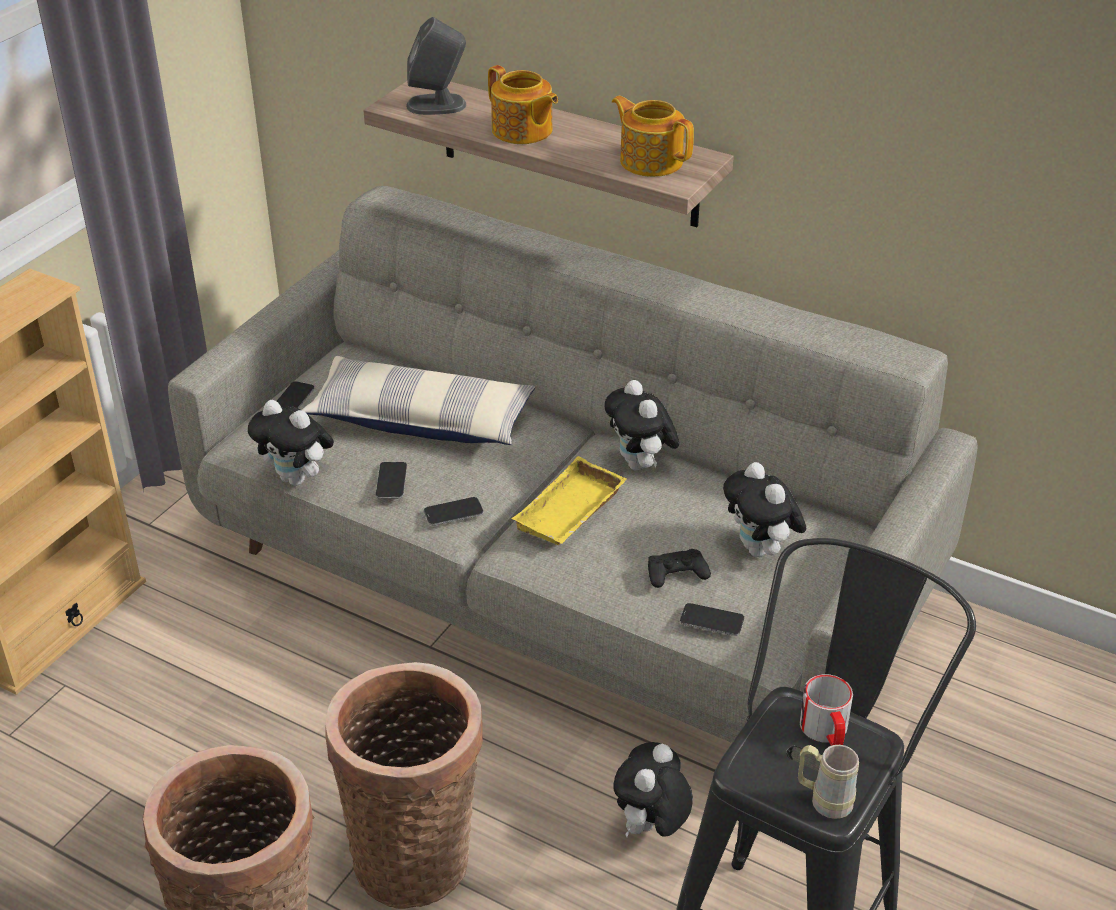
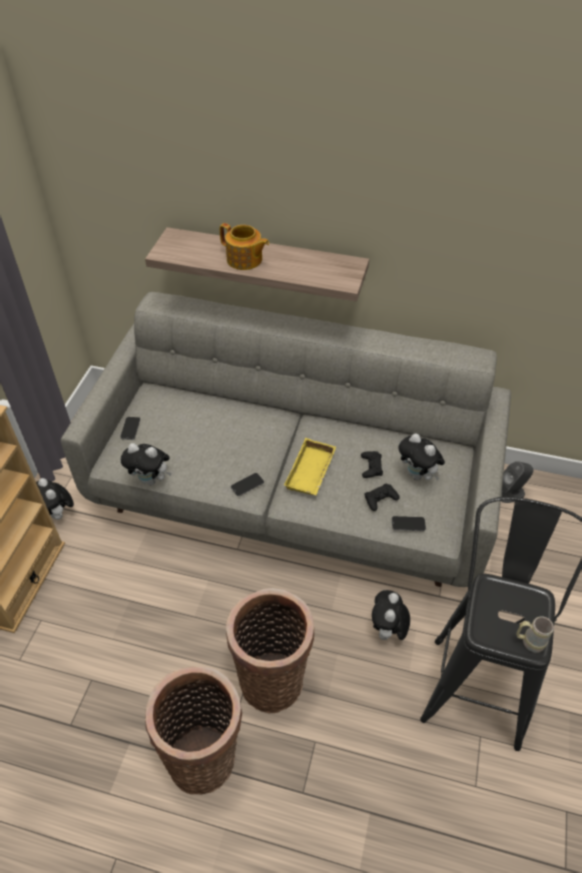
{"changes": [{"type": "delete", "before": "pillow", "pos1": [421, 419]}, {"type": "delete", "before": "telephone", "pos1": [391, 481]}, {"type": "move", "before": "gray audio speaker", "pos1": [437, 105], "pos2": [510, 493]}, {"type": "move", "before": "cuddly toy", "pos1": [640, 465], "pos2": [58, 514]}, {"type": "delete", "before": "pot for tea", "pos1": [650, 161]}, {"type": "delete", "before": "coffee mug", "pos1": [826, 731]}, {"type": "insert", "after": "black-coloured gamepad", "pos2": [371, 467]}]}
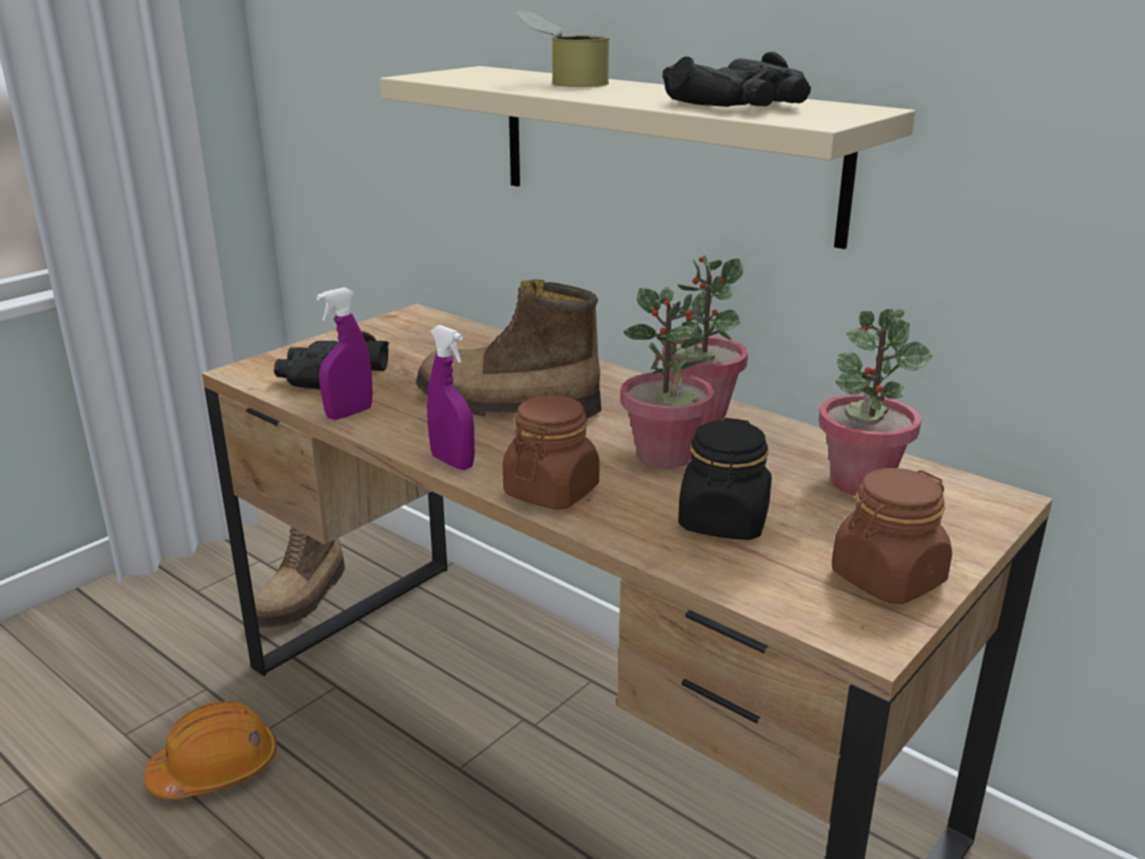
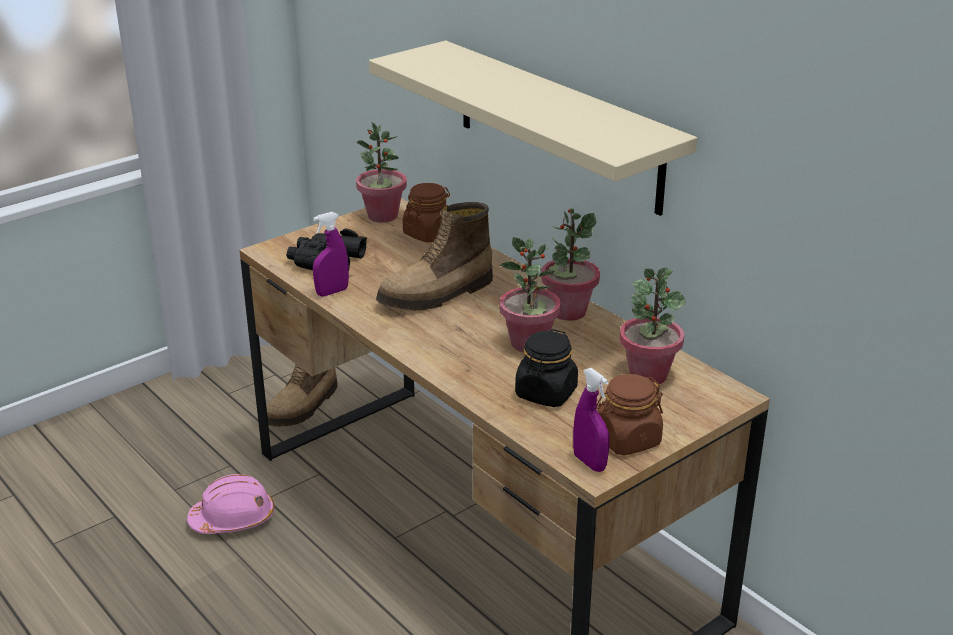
{"changes": [{"type": "recolor", "before": "orange work helmet", "after": "pinkish work helmet", "pos1": [216, 769], "pos2": [233, 519]}, {"type": "rotate", "before": "boot", "pos1": [506, 406], "pos2": [437, 295], "turn": -60}, {"type": "move", "before": "purple-coloured hand sprayer", "pos1": [452, 462], "pos2": [589, 462]}, {"type": "move", "before": "brownish jar", "pos1": [551, 491], "pos2": [428, 234]}, {"type": "delete", "before": "sealed can", "pos1": [563, 83]}, {"type": "delete", "before": "black-coloured field glasses", "pos1": [742, 105]}, {"type": "insert", "after": "houseplant", "pos2": [382, 216]}]}
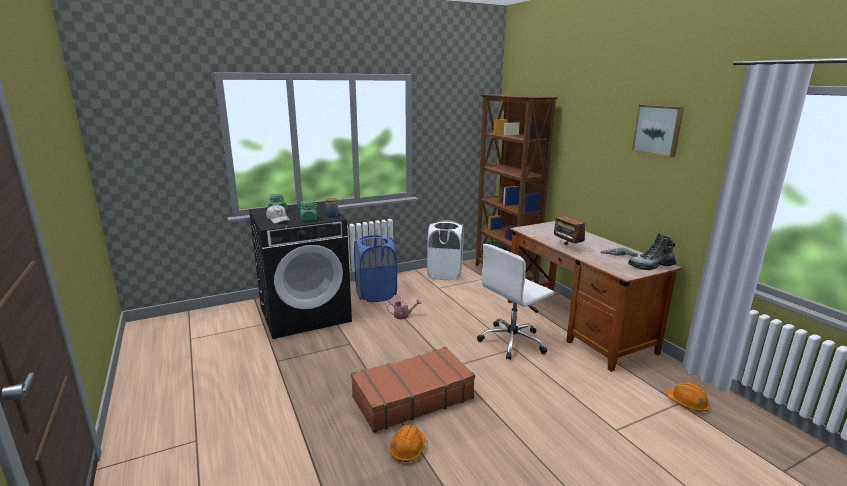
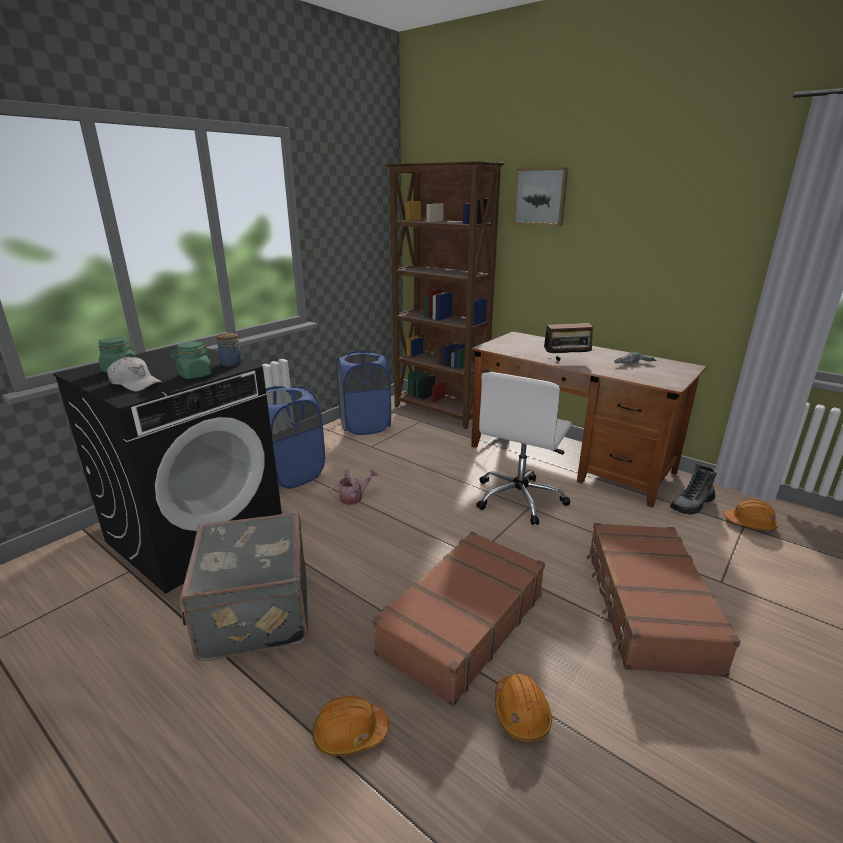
{"changes": [{"type": "recolor", "before": "white-coloured hamper", "after": "blue hamper", "pos1": [445, 274], "pos2": [365, 425]}, {"type": "rotate", "before": "radio", "pos1": [567, 247], "pos2": [566, 362], "turn": -45}, {"type": "move", "before": "boot", "pos1": [651, 266], "pos2": [692, 504]}, {"type": "move", "before": "picture", "pos1": [658, 130], "pos2": [541, 196]}, {"type": "insert", "after": "gray piece of luggage", "pos2": [253, 613]}, {"type": "insert", "after": "orange work helmet", "pos2": [349, 733]}, {"type": "insert", "after": "brownish piece of luggage", "pos2": [647, 607]}]}
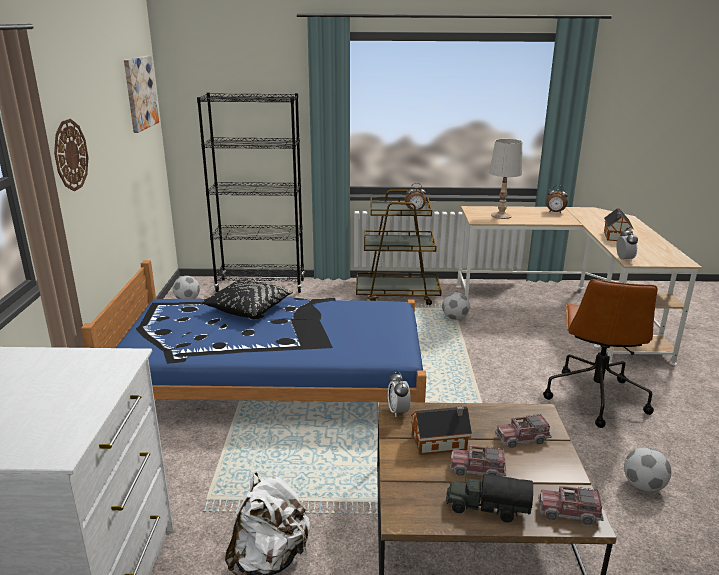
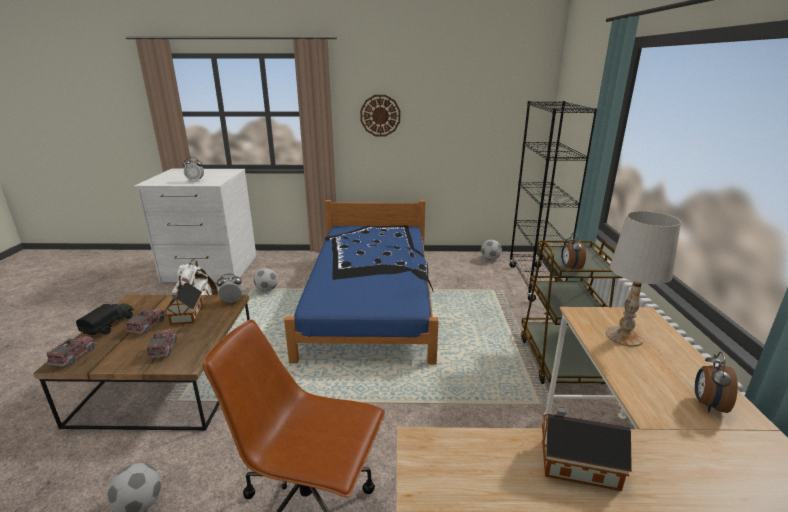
{"changes": [{"type": "delete", "before": "picture", "pos1": [139, 93]}, {"type": "delete", "before": "black-coloured pillow", "pos1": [249, 308]}, {"type": "move", "before": "football", "pos1": [455, 318], "pos2": [267, 290]}, {"type": "move", "before": "table clock", "pos1": [624, 259], "pos2": [195, 181]}]}
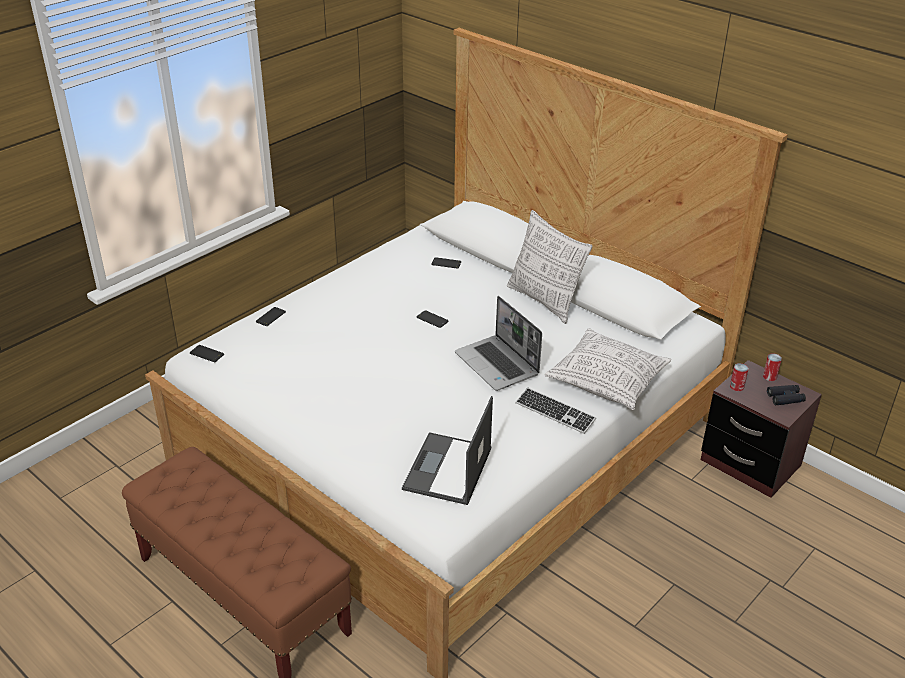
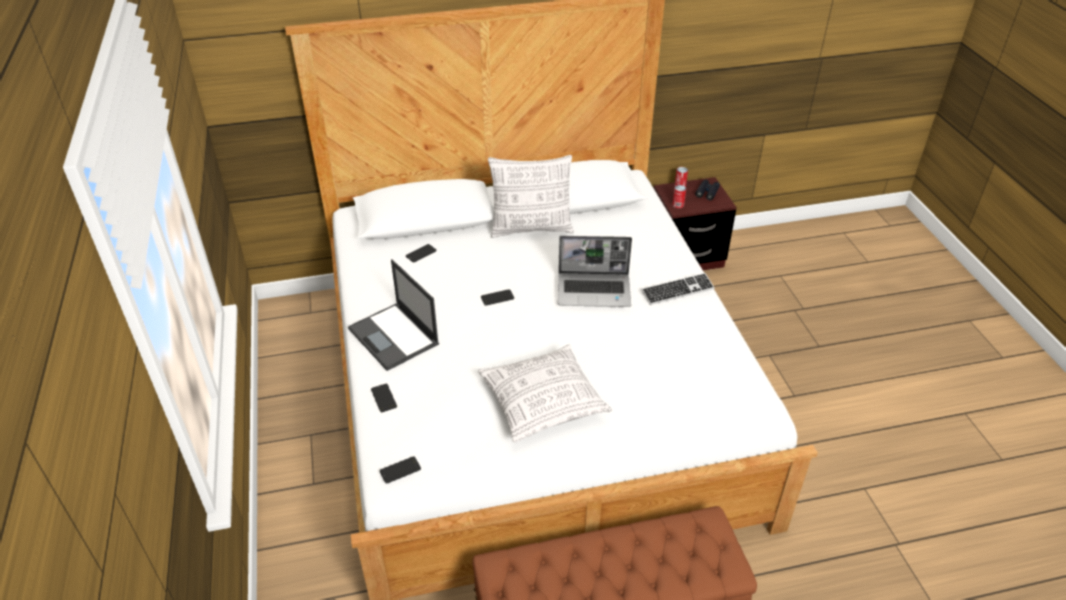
{"changes": [{"type": "move", "before": "notebook computer", "pos1": [447, 470], "pos2": [394, 337]}, {"type": "move", "before": "pillow", "pos1": [607, 381], "pos2": [543, 403]}]}
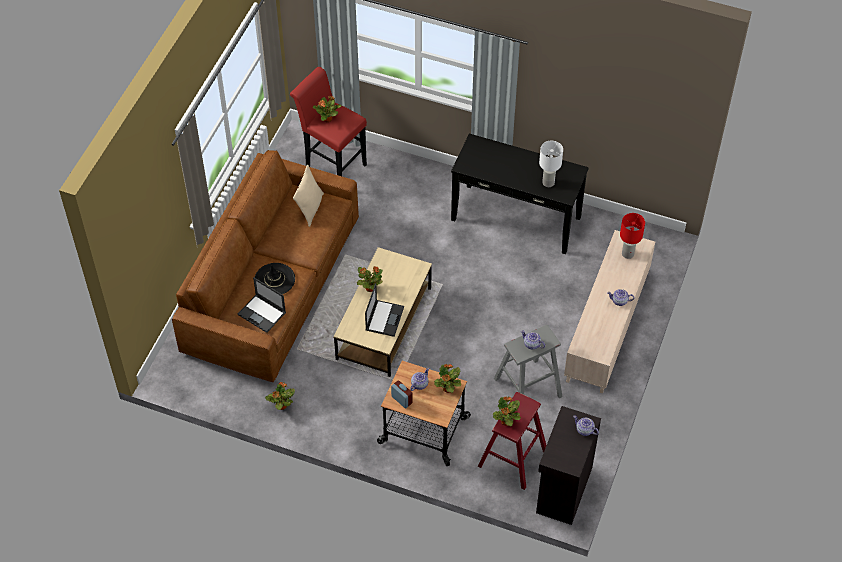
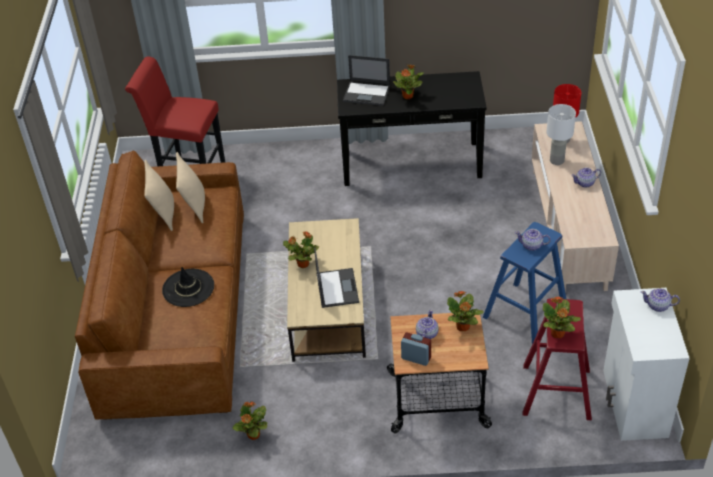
{"changes": [{"type": "move", "before": "notebook computer", "pos1": [262, 314], "pos2": [367, 93]}, {"type": "move", "before": "houseplant", "pos1": [327, 119], "pos2": [408, 96]}, {"type": "recolor", "before": "gray stool seat", "after": "blue stool seat", "pos1": [527, 387], "pos2": [525, 313]}, {"type": "recolor", "before": "black-coloured cabinet", "after": "white-coloured cabinet", "pos1": [563, 490], "pos2": [633, 404]}, {"type": "move", "before": "white-coloured tabletop lamp", "pos1": [548, 182], "pos2": [557, 160]}, {"type": "insert", "after": "sand-coloured pillow", "pos2": [164, 213]}]}
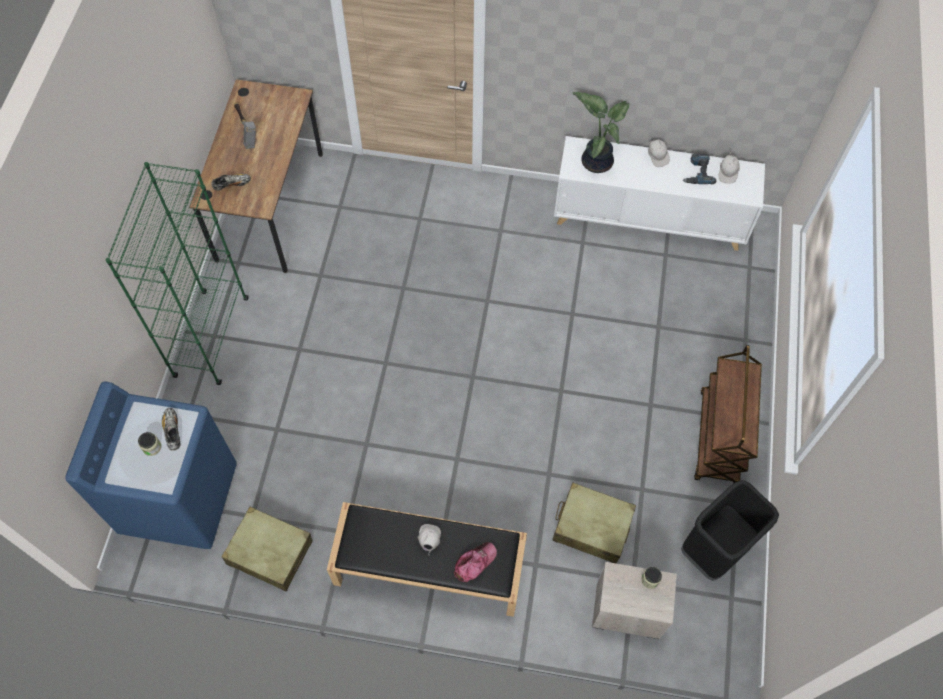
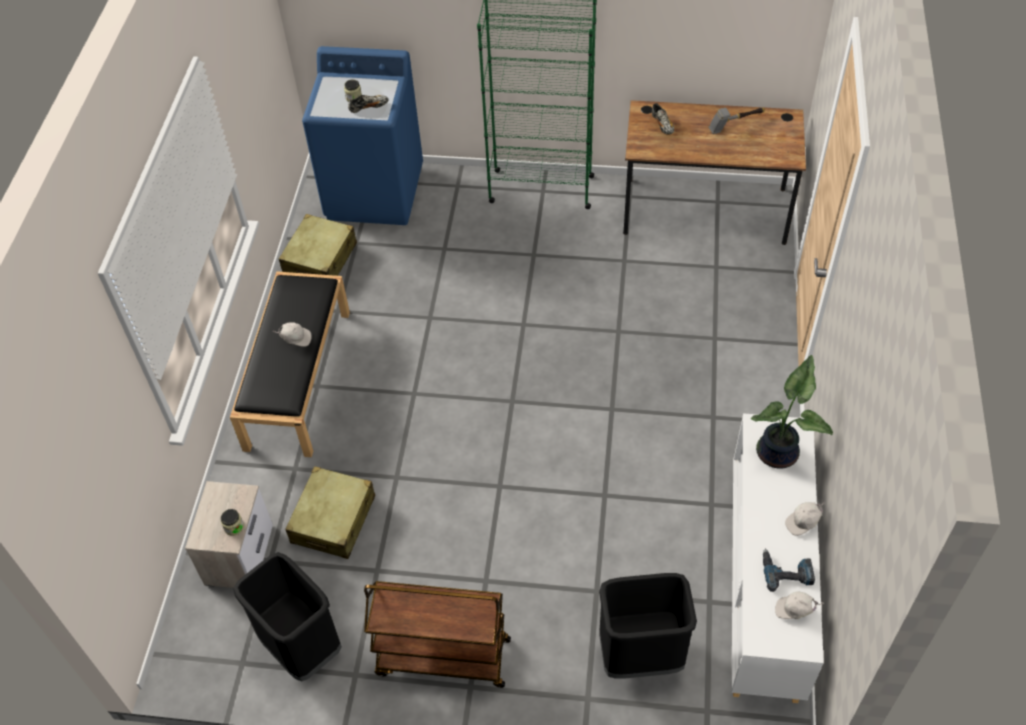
{"changes": [{"type": "delete", "before": "cap", "pos1": [474, 563]}, {"type": "insert", "after": "black-coloured rubbish bin", "pos2": [640, 656]}]}
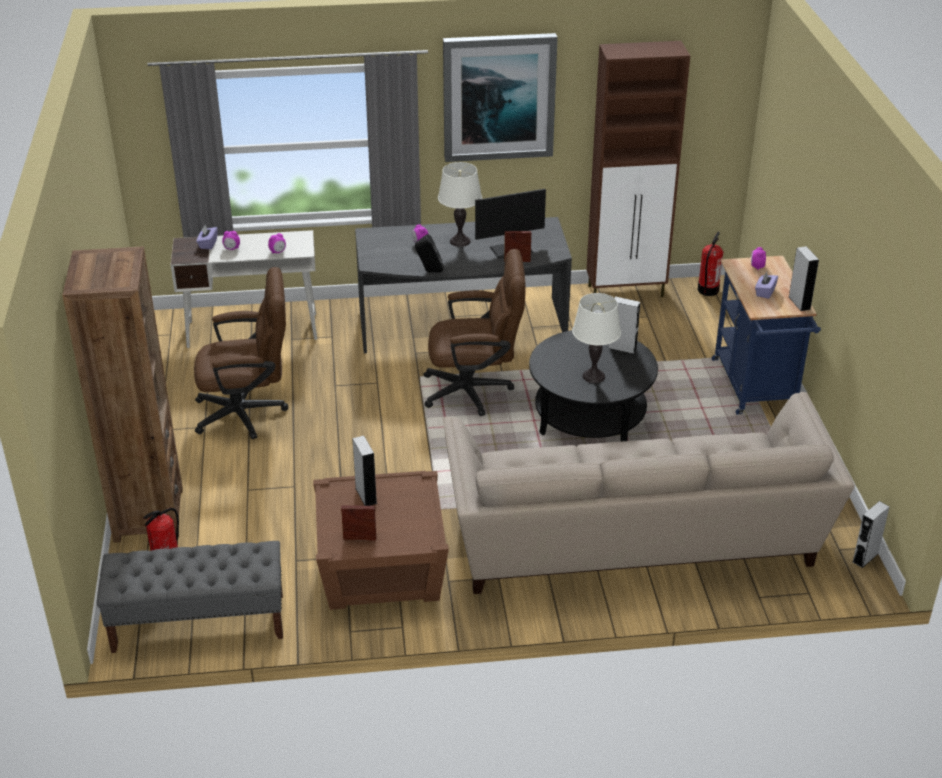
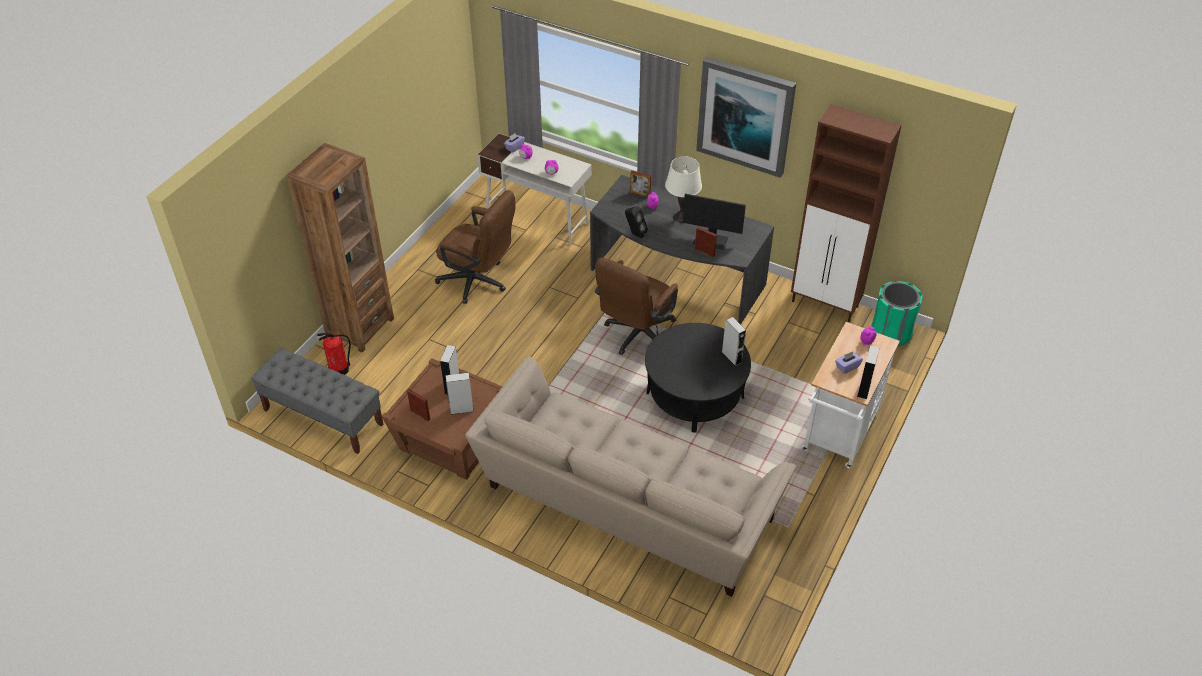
{"changes": [{"type": "rotate", "before": "brownish computer chair", "pos1": [475, 390], "pos2": [636, 336], "turn": 90}, {"type": "delete", "before": "white-coloured tabletop lamp", "pos1": [593, 376]}, {"type": "replace", "before": "extinguisher", "after": "greenish rubbish bin", "pos1": [707, 290], "pos2": [890, 332]}, {"type": "recolor", "before": "blue cart", "after": "white-coloured cart", "pos1": [755, 389], "pos2": [838, 435]}, {"type": "move", "before": "gray audio speaker", "pos1": [865, 557], "pos2": [461, 409]}, {"type": "insert", "after": "photo frame", "pos2": [640, 194]}]}
